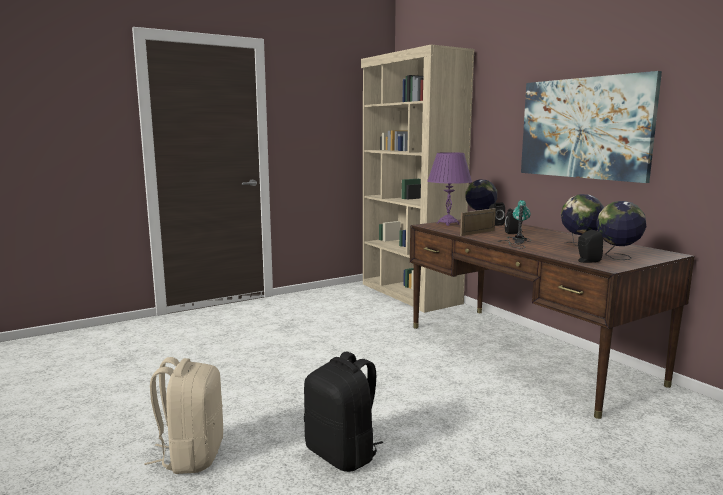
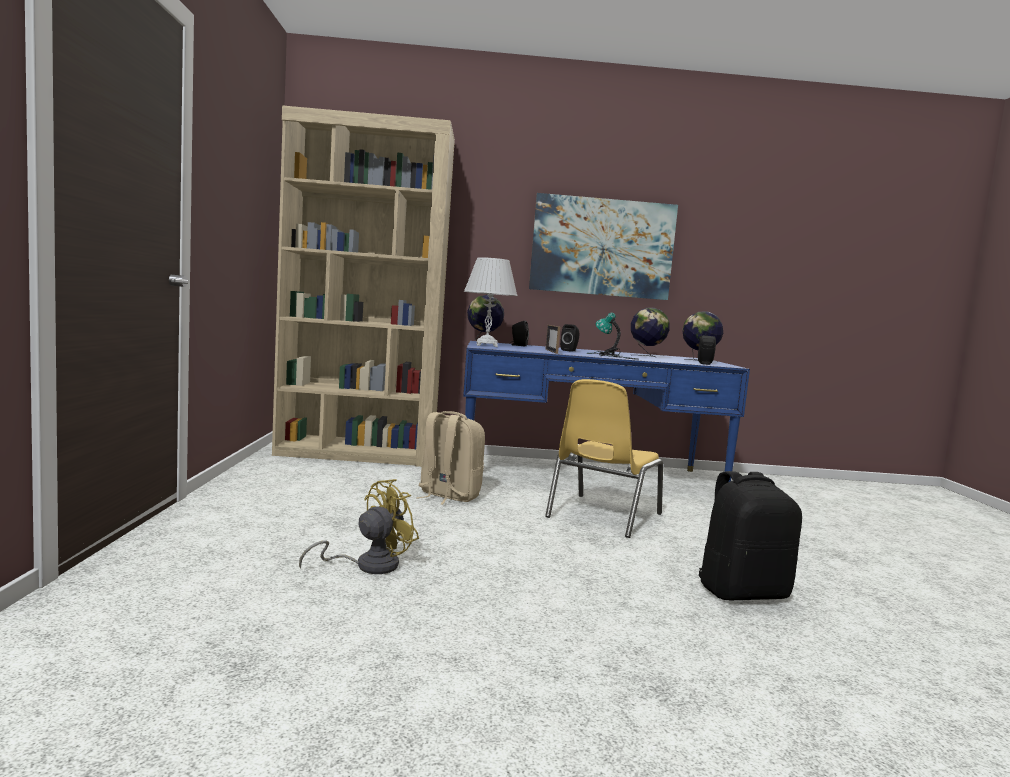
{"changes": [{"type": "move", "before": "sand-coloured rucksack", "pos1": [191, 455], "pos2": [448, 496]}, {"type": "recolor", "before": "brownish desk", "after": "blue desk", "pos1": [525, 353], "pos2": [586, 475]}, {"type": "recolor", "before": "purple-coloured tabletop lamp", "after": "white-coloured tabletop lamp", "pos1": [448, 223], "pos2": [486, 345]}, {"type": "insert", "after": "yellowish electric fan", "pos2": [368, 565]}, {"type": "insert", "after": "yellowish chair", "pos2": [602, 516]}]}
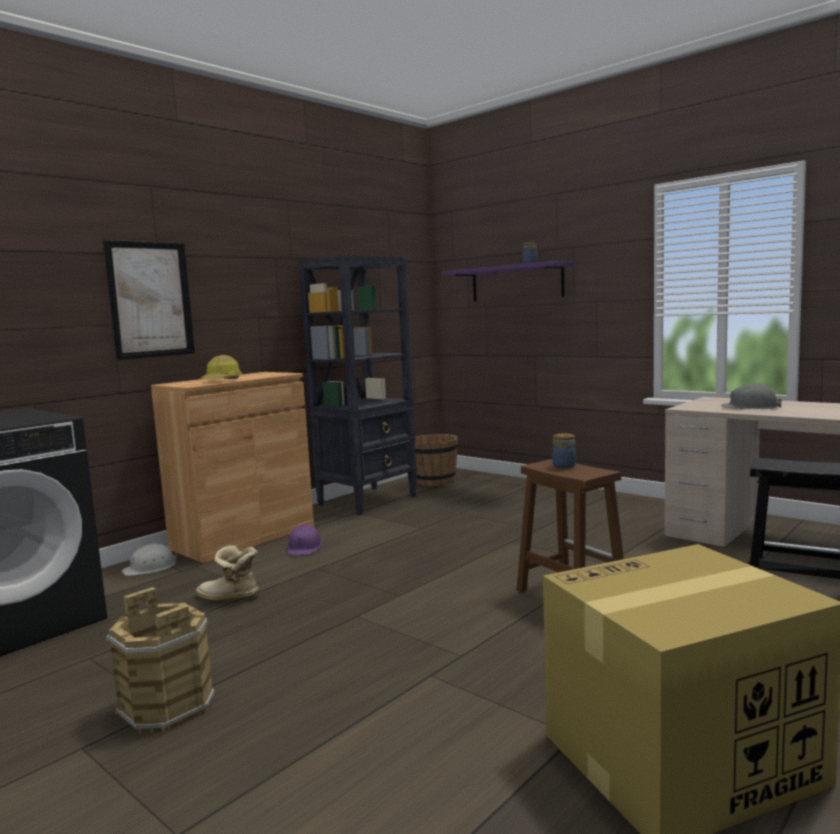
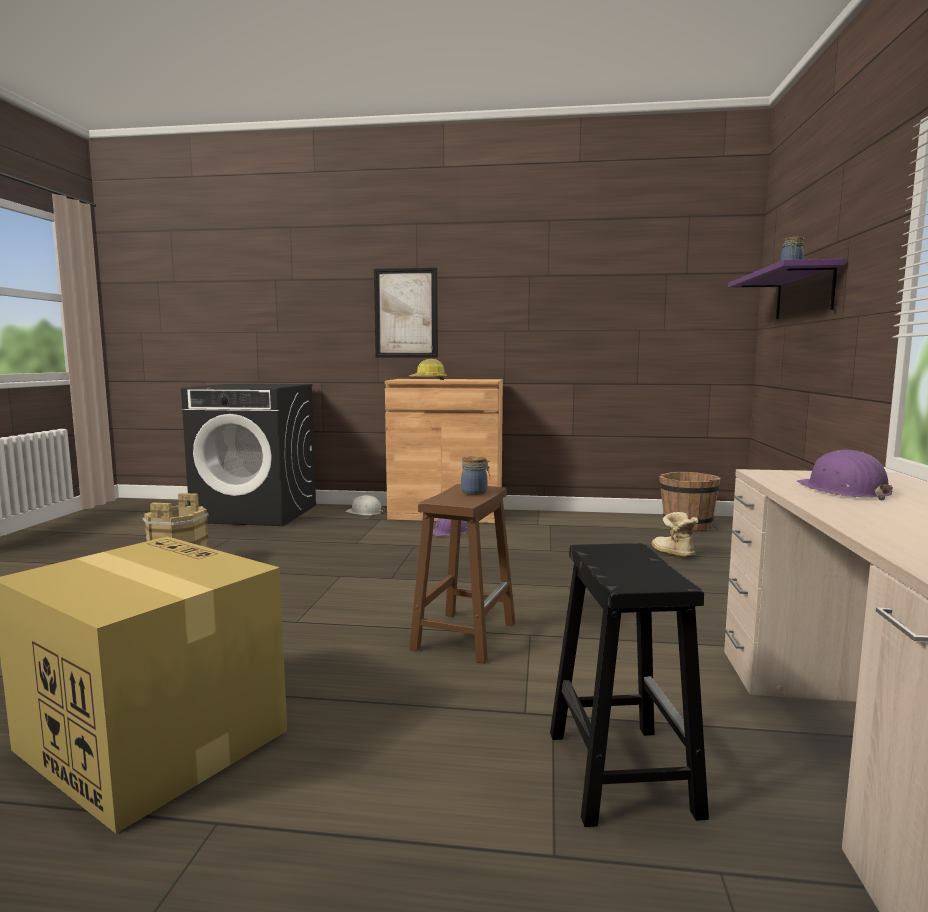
{"changes": [{"type": "move", "before": "boot", "pos1": [229, 597], "pos2": [672, 553]}, {"type": "delete", "before": "black-coloured shelving unit", "pos1": [368, 500]}, {"type": "recolor", "before": "gray work helmet", "after": "purple-coloured work helmet", "pos1": [750, 407], "pos2": [843, 490]}]}
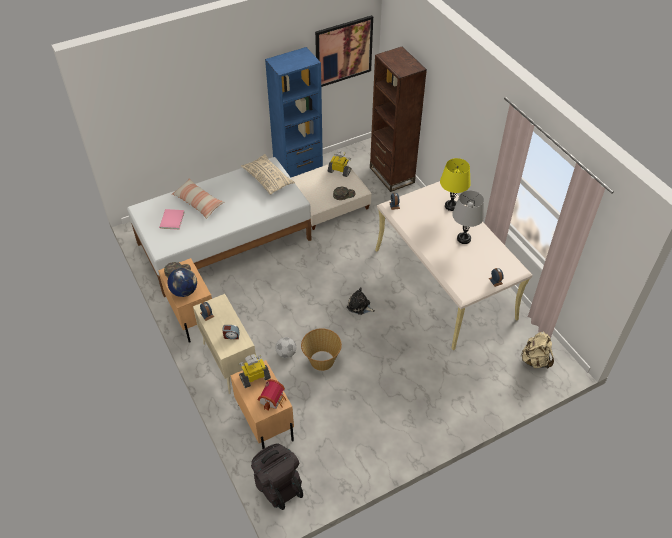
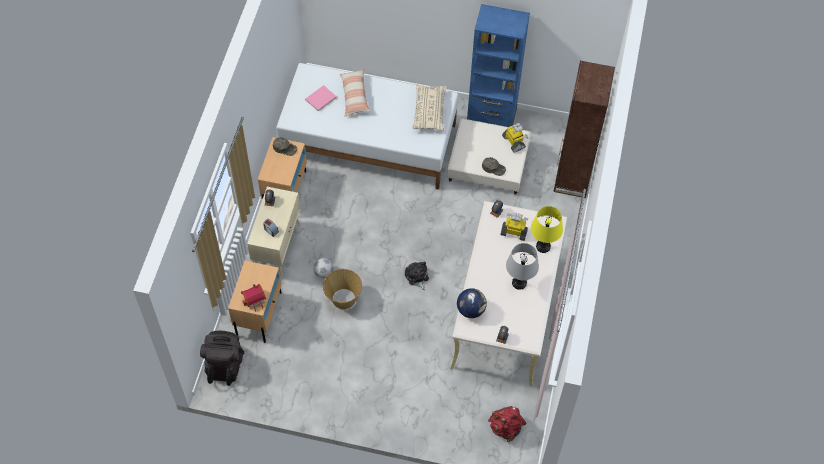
{"changes": [{"type": "move", "before": "desk globe", "pos1": [184, 291], "pos2": [471, 310]}, {"type": "move", "before": "toy robot", "pos1": [255, 377], "pos2": [514, 232]}, {"type": "delete", "before": "picture", "pos1": [343, 51]}, {"type": "recolor", "before": "sand-coloured rucksack", "after": "red-coloured rucksack", "pos1": [535, 360], "pos2": [506, 428]}]}
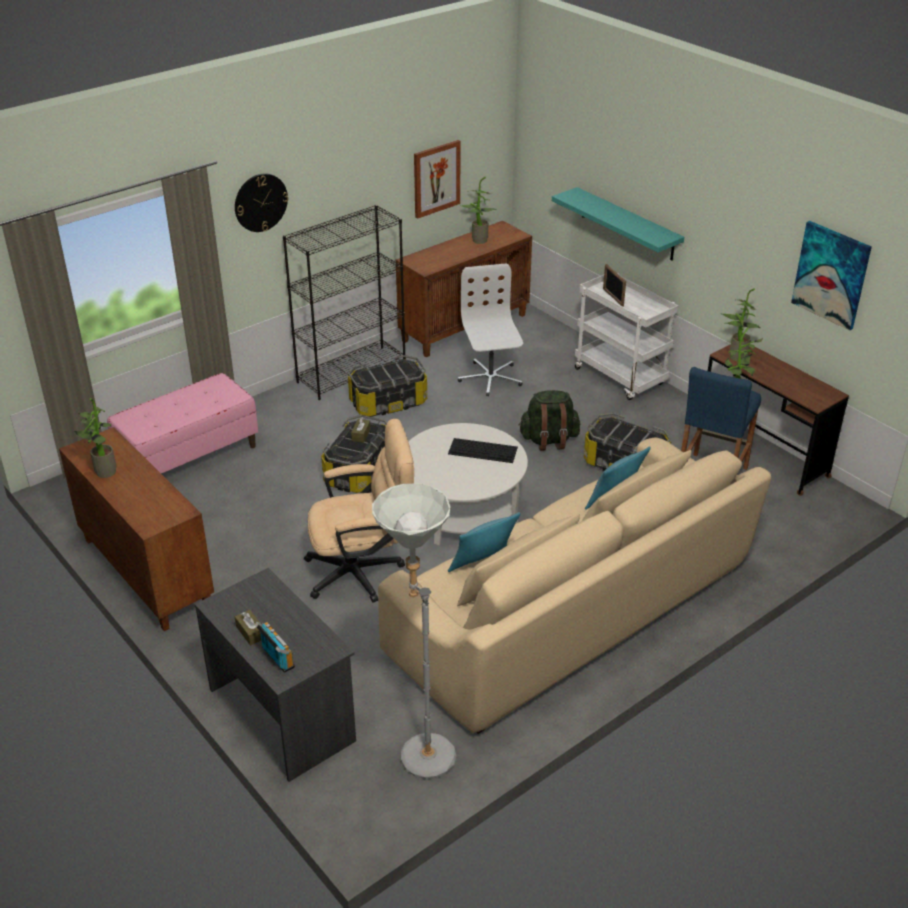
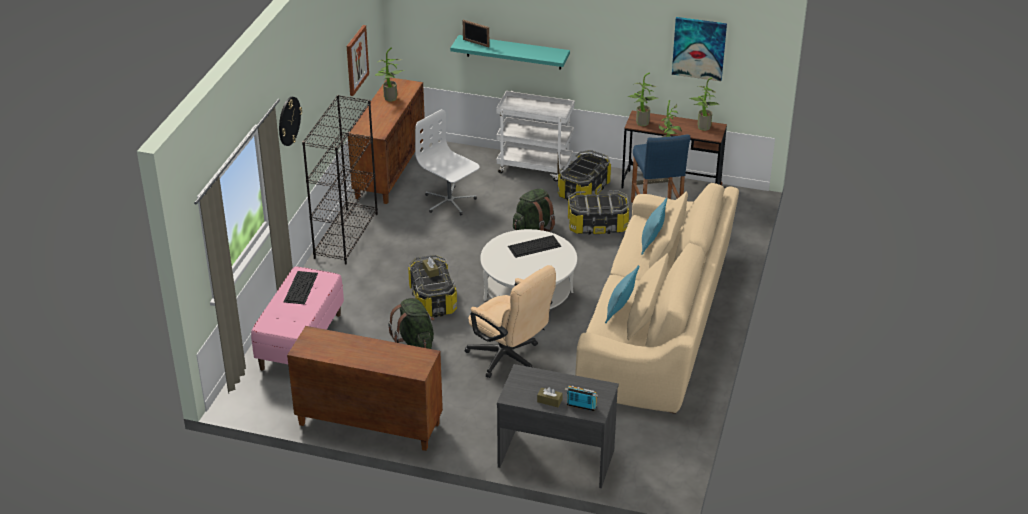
{"changes": [{"type": "move", "before": "houseplant", "pos1": [102, 471], "pos2": [702, 127]}, {"type": "rotate", "before": "sand-coloured computer chair", "pos1": [363, 571], "pos2": [509, 359], "turn": 90}, {"type": "move", "before": "storage container", "pos1": [388, 402], "pos2": [583, 190]}, {"type": "delete", "before": "gray standing lamp", "pos1": [420, 749]}, {"type": "move", "before": "photo frame", "pos1": [613, 297], "pos2": [476, 43]}, {"type": "insert", "after": "keyboard", "pos2": [300, 287]}, {"type": "insert", "after": "greenish rucksack", "pos2": [415, 342]}]}
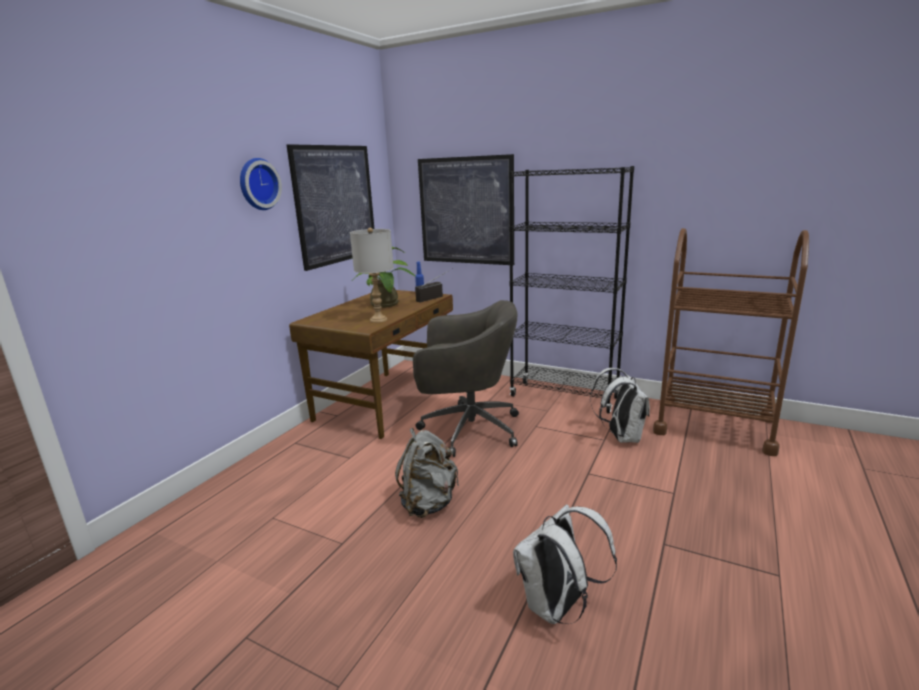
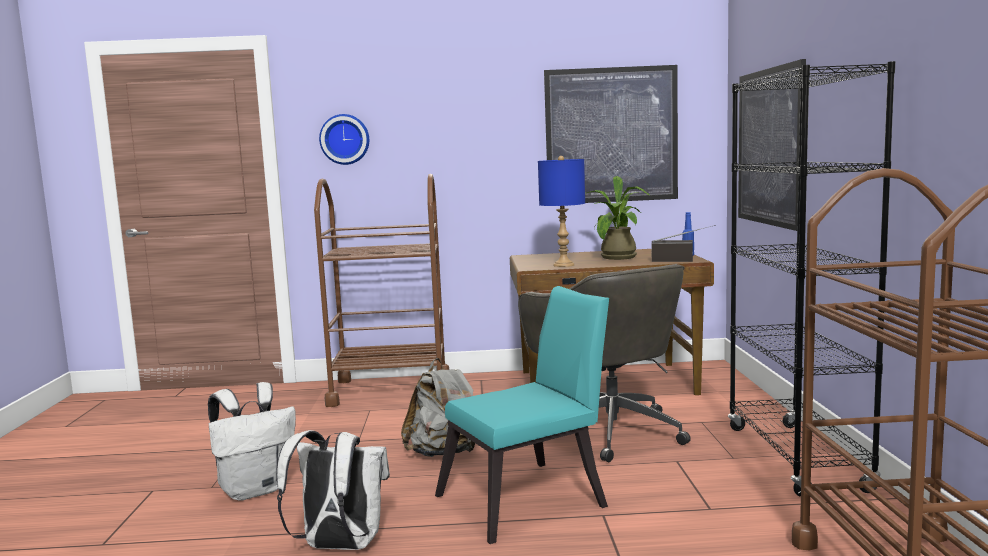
{"changes": [{"type": "move", "before": "clock on the wall", "pos1": [257, 184], "pos2": [345, 139]}, {"type": "recolor", "before": "gray tabletop lamp", "after": "blue tabletop lamp", "pos1": [378, 320], "pos2": [564, 265]}, {"type": "move", "before": "white-coloured rucksack", "pos1": [621, 437], "pos2": [255, 490]}, {"type": "insert", "after": "brownish cart", "pos2": [390, 390]}, {"type": "insert", "after": "blue-green chair", "pos2": [530, 499]}]}
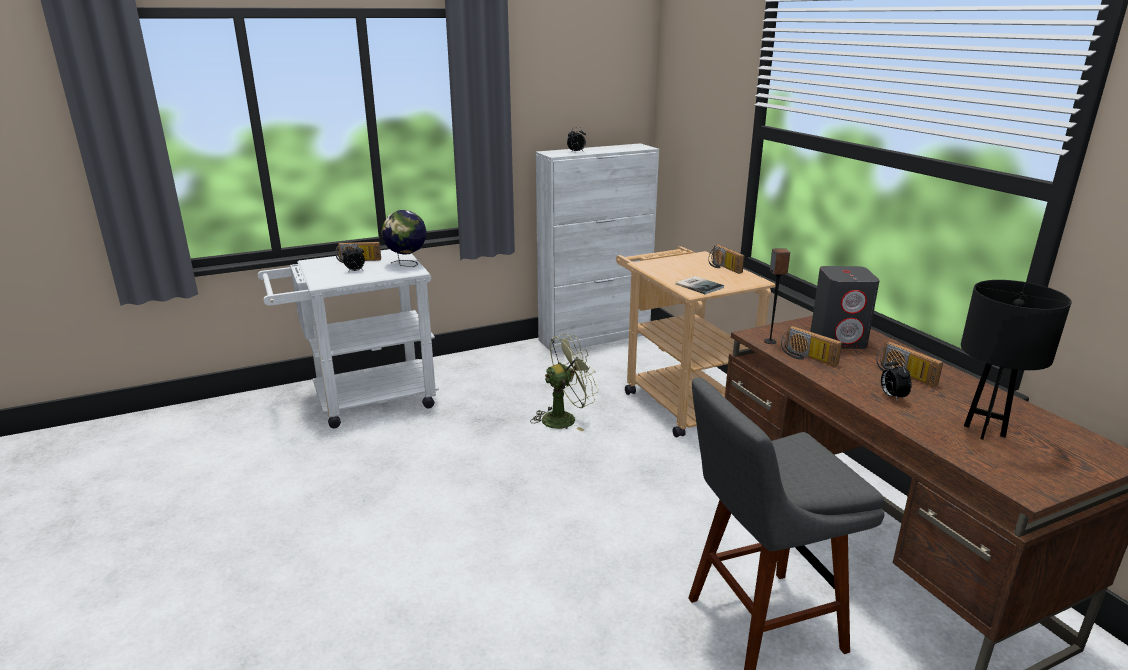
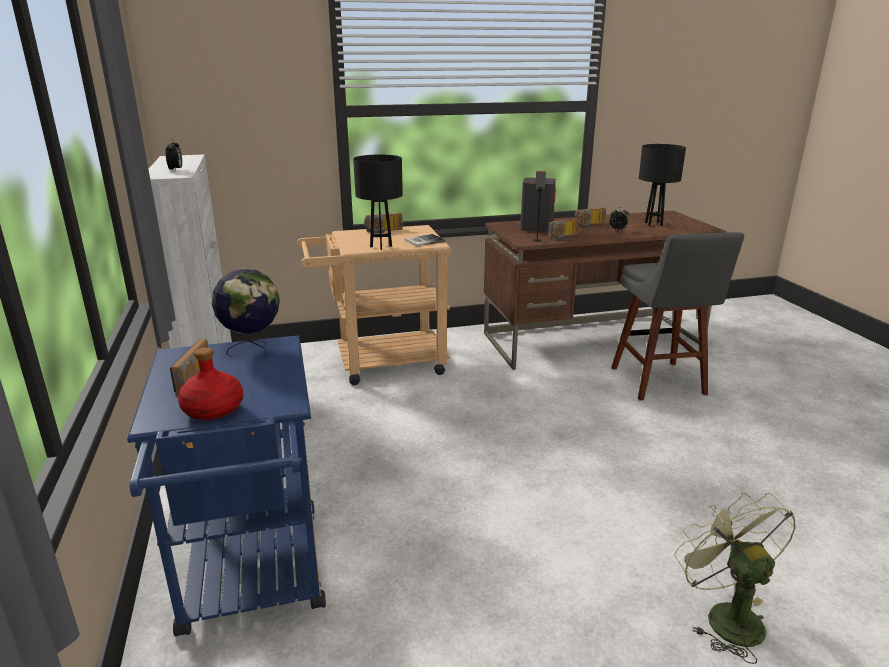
{"changes": [{"type": "recolor", "before": "white-coloured cart", "after": "blue cart", "pos1": [363, 401], "pos2": [253, 578]}, {"type": "delete", "before": "table clock", "pos1": [355, 271]}, {"type": "move", "before": "greenish electric fan", "pos1": [565, 418], "pos2": [725, 616]}, {"type": "insert", "after": "red-coloured drink bottle", "pos2": [214, 409]}, {"type": "insert", "after": "black-coloured tabletop lamp", "pos2": [381, 246]}]}
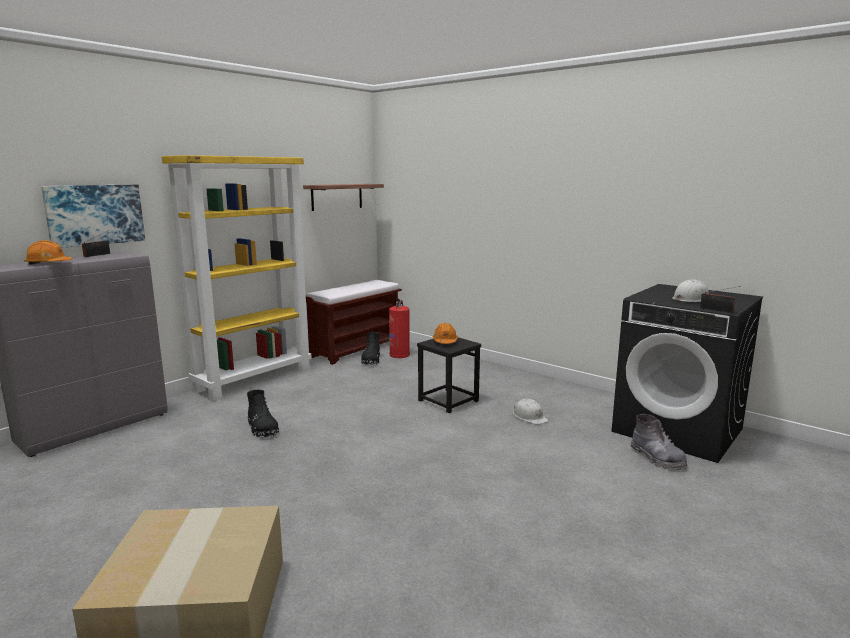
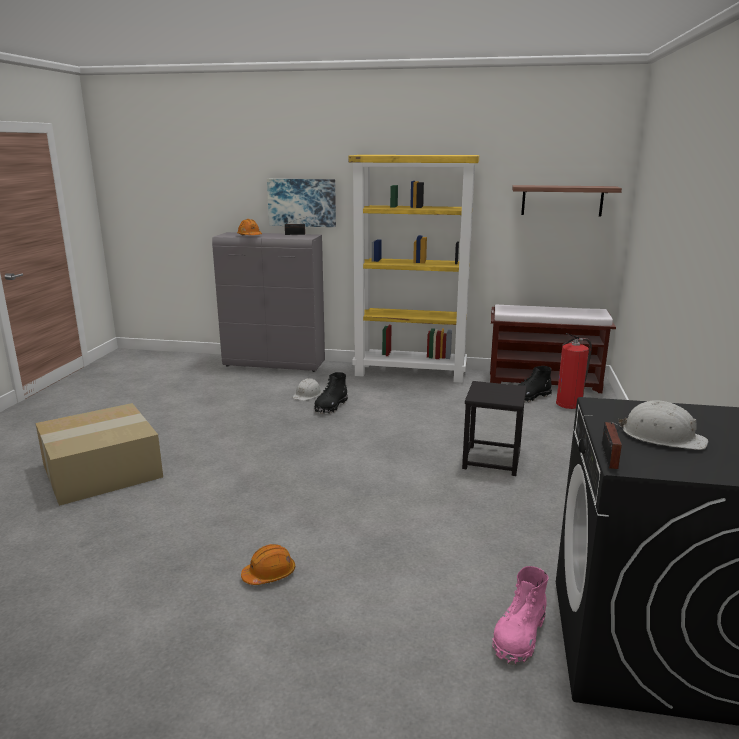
{"changes": [{"type": "move", "before": "orange work helmet", "pos1": [445, 341], "pos2": [269, 574]}, {"type": "move", "before": "white-coloured work helmet", "pos1": [529, 417], "pos2": [307, 394]}, {"type": "recolor", "before": "gray boot", "after": "pinkish boot", "pos1": [657, 458], "pos2": [519, 636]}]}
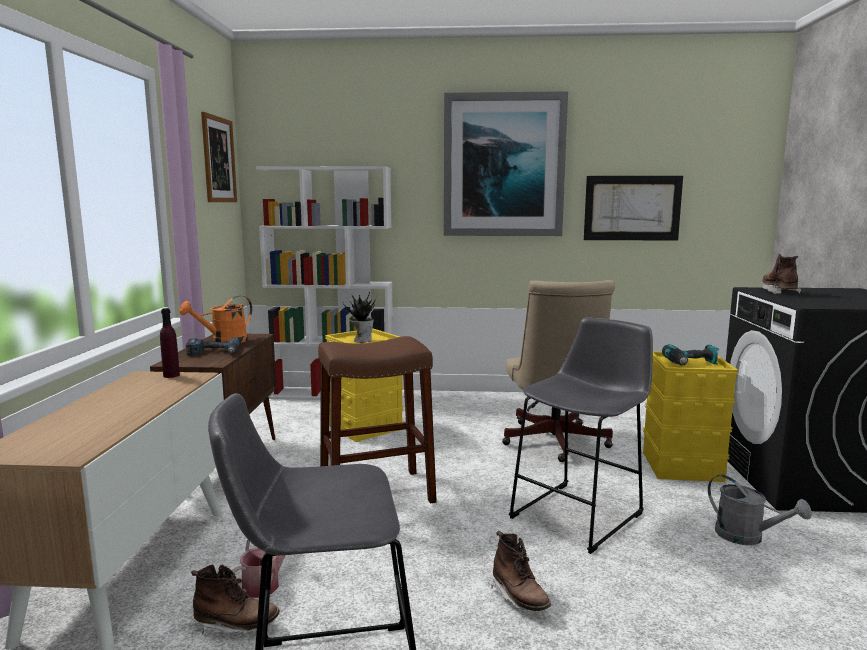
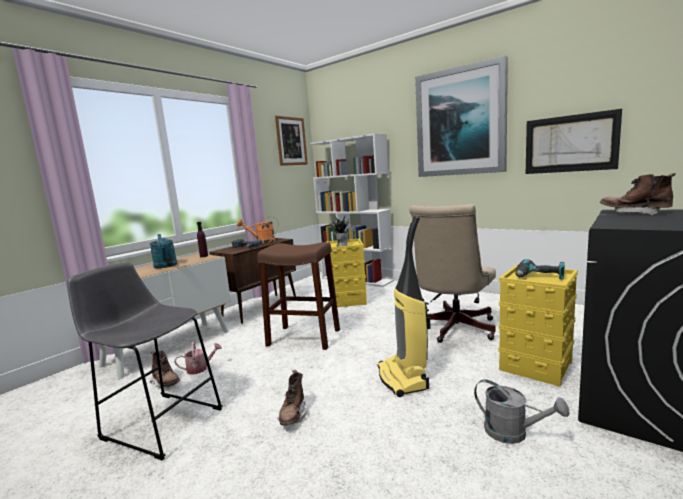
{"changes": [{"type": "replace", "before": "gray stool seat", "after": "vacuum cleaner", "pos1": [581, 513], "pos2": [403, 378]}, {"type": "rotate", "before": "gray watering pot", "pos1": [747, 537], "pos2": [513, 433], "turn": -45}, {"type": "rotate", "before": "brownish boot", "pos1": [778, 291], "pos2": [634, 213], "turn": -90}, {"type": "insert", "after": "blue-green watering pot", "pos2": [166, 266]}]}
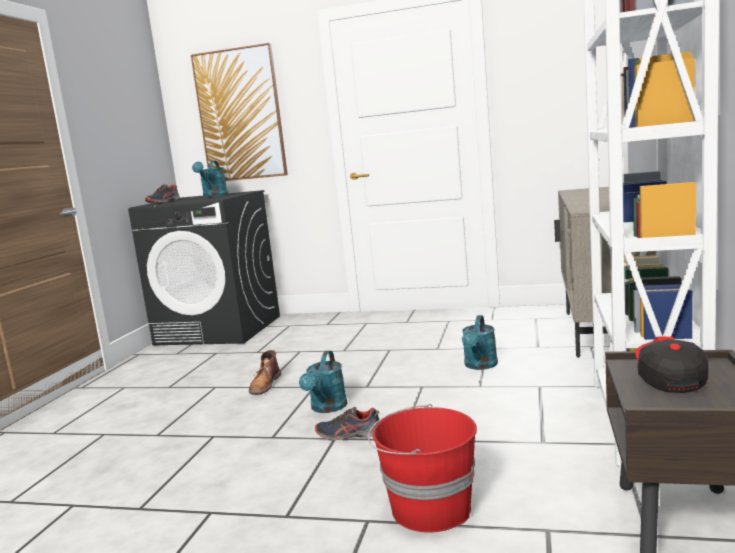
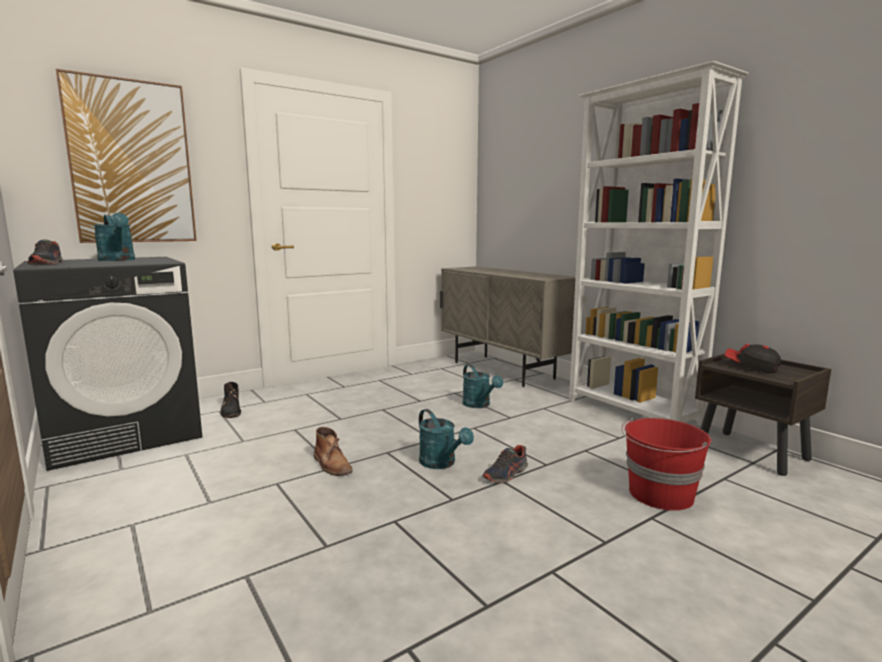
{"changes": [{"type": "insert", "after": "black-coloured boot", "pos2": [231, 410]}]}
